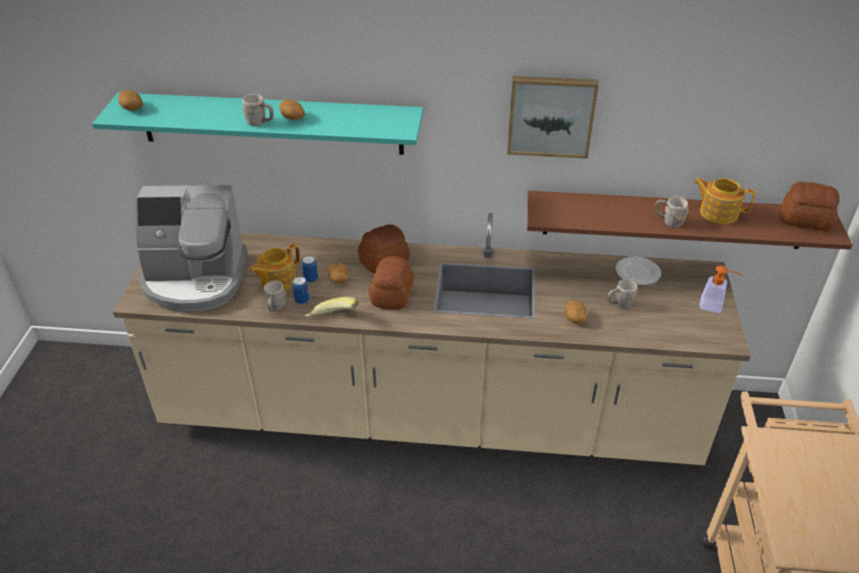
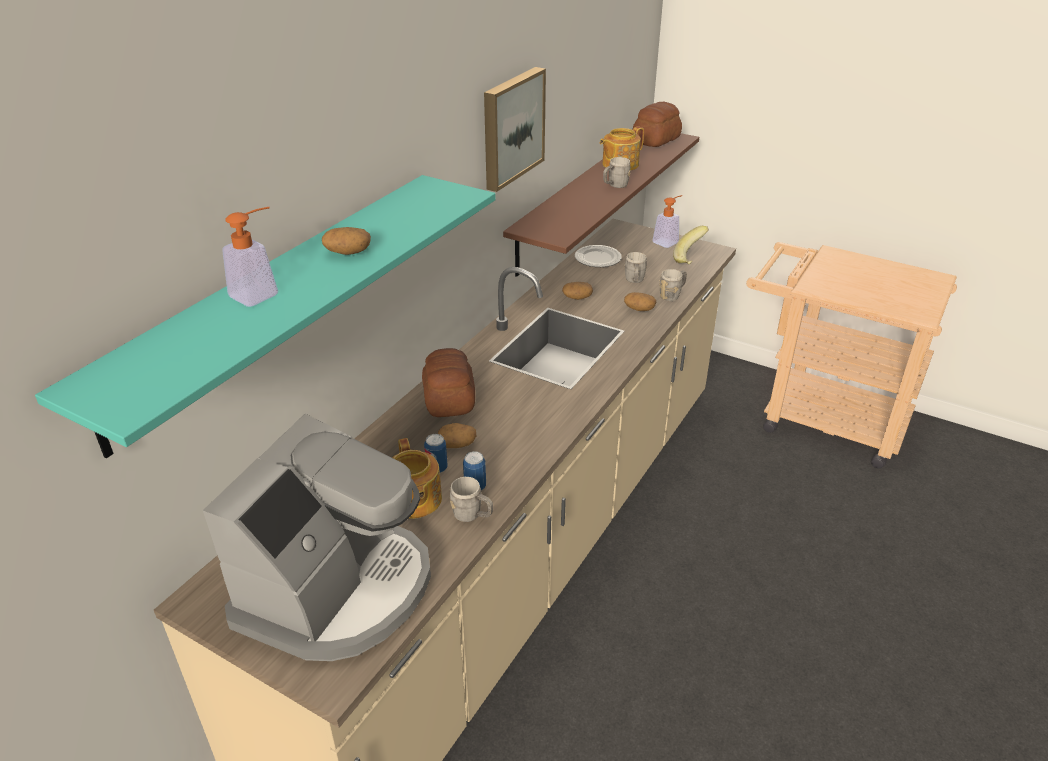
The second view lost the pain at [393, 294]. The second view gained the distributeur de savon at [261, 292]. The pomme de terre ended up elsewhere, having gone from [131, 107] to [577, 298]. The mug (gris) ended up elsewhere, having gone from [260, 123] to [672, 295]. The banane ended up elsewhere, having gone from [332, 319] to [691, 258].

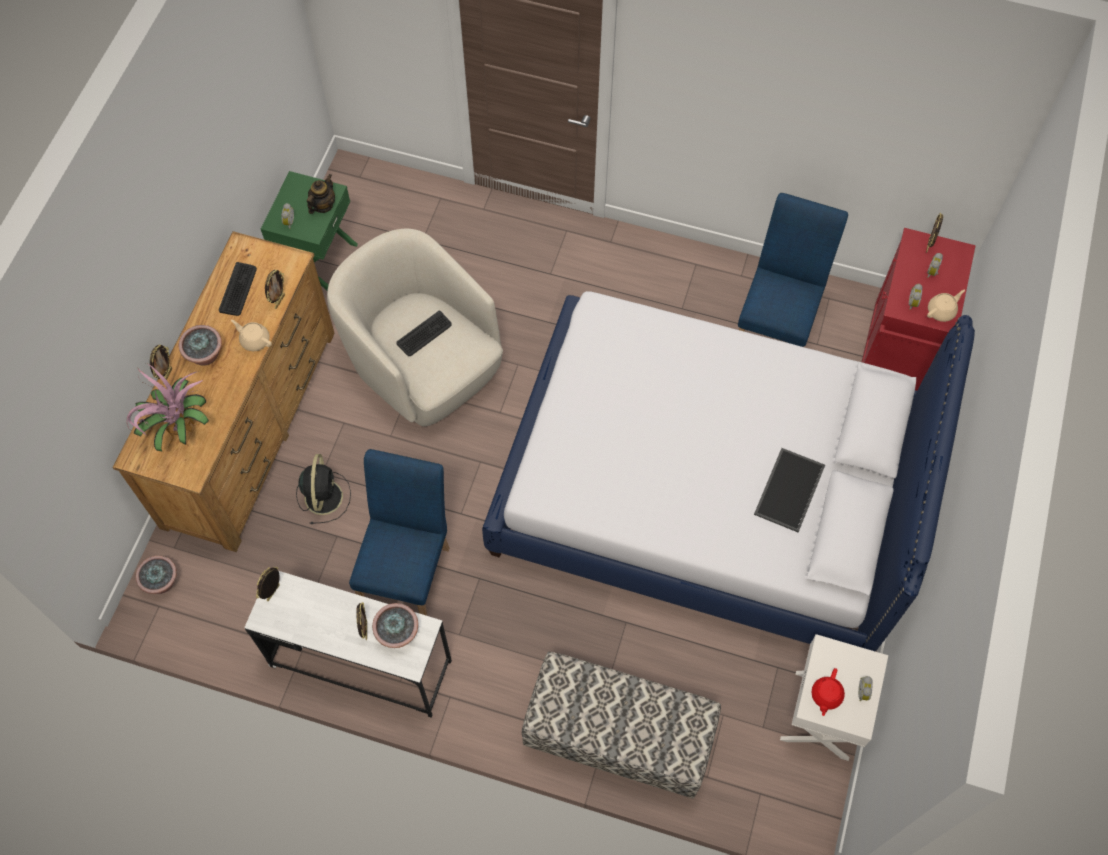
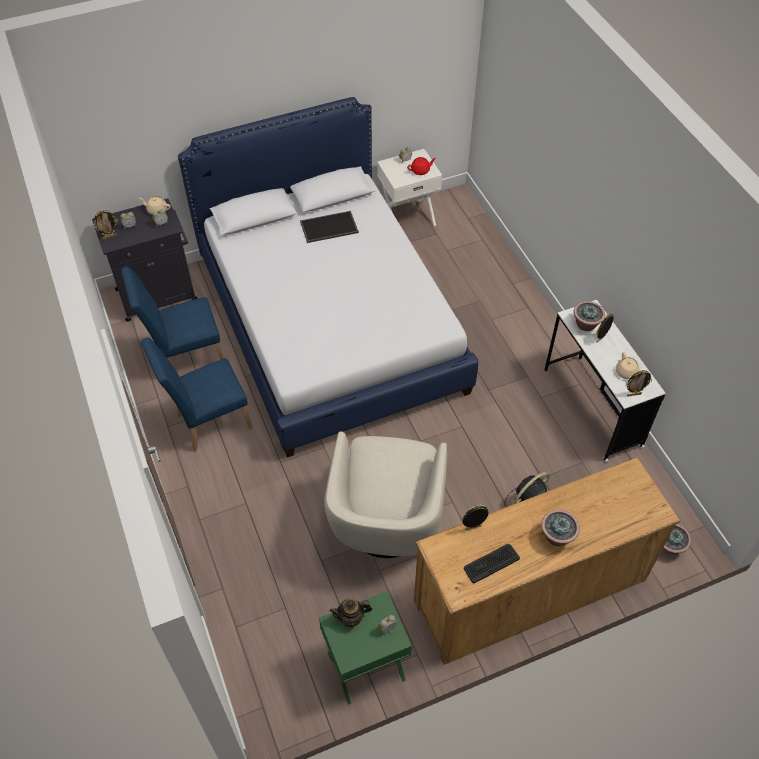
The second view lost the plante en pot at [179, 429]. The second view lost the cadre photo at [167, 375]. The second view lost the clavier at [424, 334]. The second view lost the banc at [617, 737]. The théière (beige) ended up elsewhere, having gone from [255, 340] to [626, 373]. The chaise (bleu) ended up elsewhere, having gone from [409, 570] to [208, 423]. What was the meuble de rangement (rouge) at [895, 354] turned into the meuble de rangement (noir) at [158, 294].

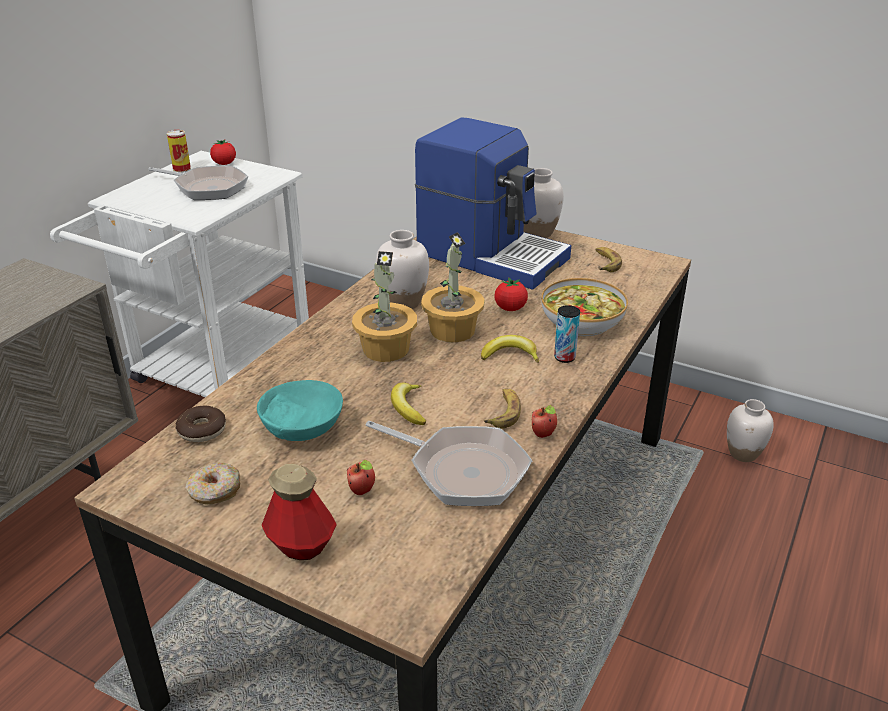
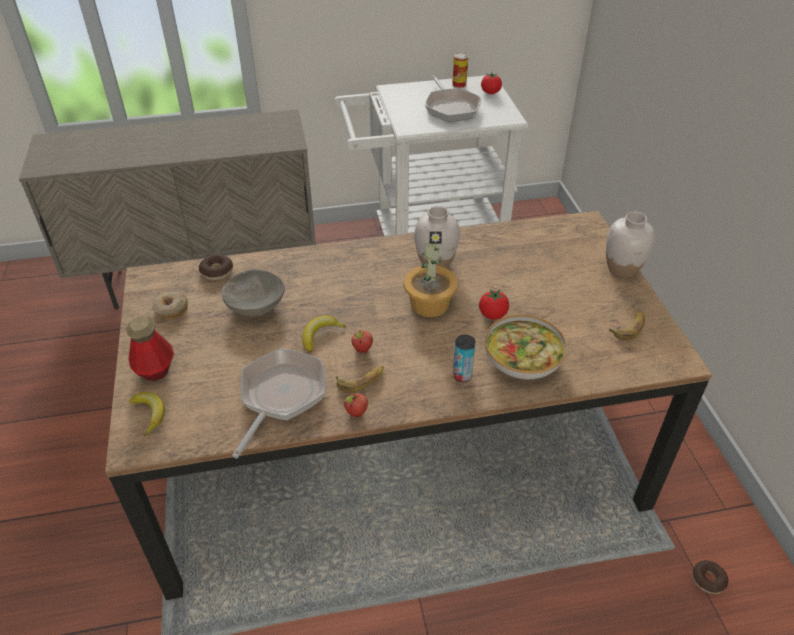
The second view lost the plante en pot at [386, 348]. The second view lost the machine à café at [492, 255]. The pomme ended up elsewhere, having gone from [362, 491] to [362, 350]. The banane ended up elsewhere, having gone from [510, 355] to [150, 414]. Where the vase (blanc) stood at [743, 454], the beignet came to stand at [708, 579]. What was the bol (turquoise) at [303, 429] turned into the bol (gris) at [255, 307]. The poêle at [462, 470] ended up facing another way, 150 degrees counterclockwise from before.

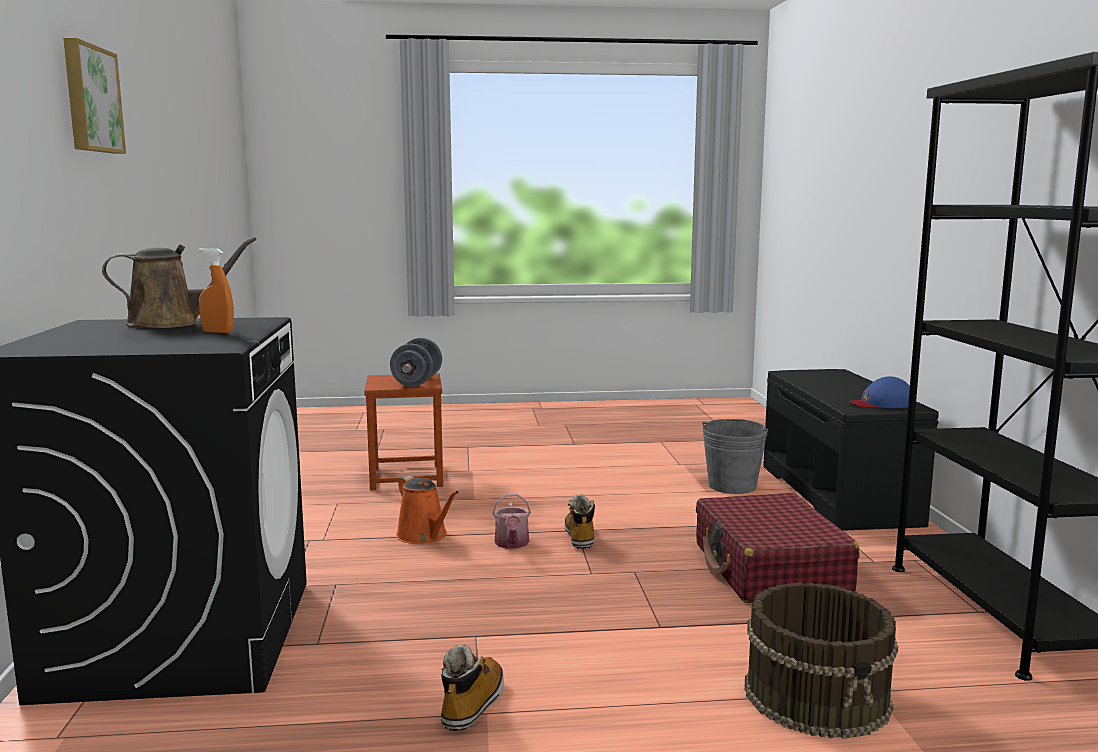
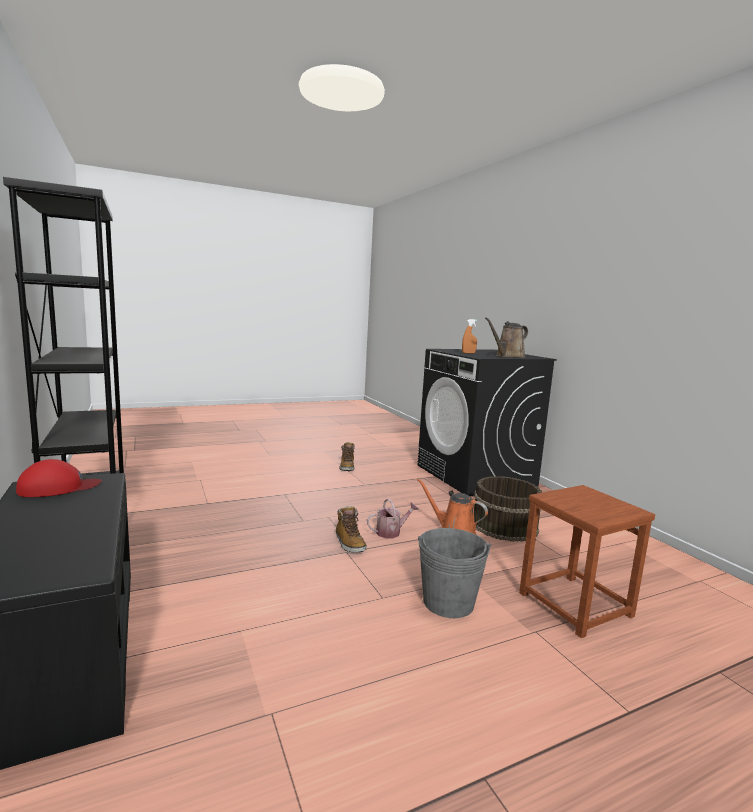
The second view lost the tableau at [90, 99]. The second view lost the haltère (gris) at [417, 382]. The second view lost the valise (rouge) at [770, 569]. The seau (gris) ended up elsewhere, having gone from [732, 486] to [448, 602]. The seau (marron) ended up elsewhere, having gone from [818, 695] to [503, 526]. What was the casquette (bleu) at [882, 403] turned into the casquette (rouge) at [58, 487]. The arrosoir at [512, 544] ended up facing another way, 90 degrees clockwise from before.

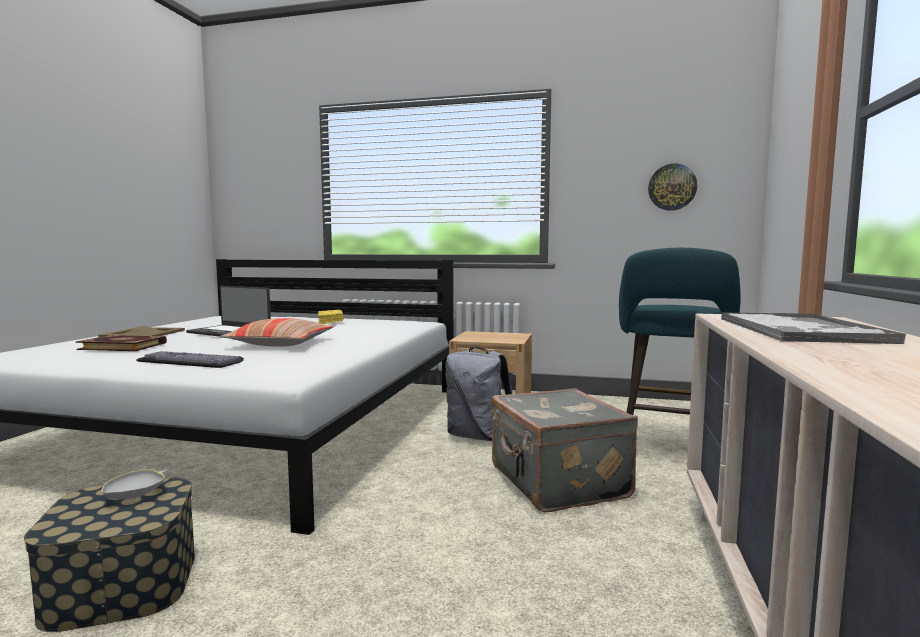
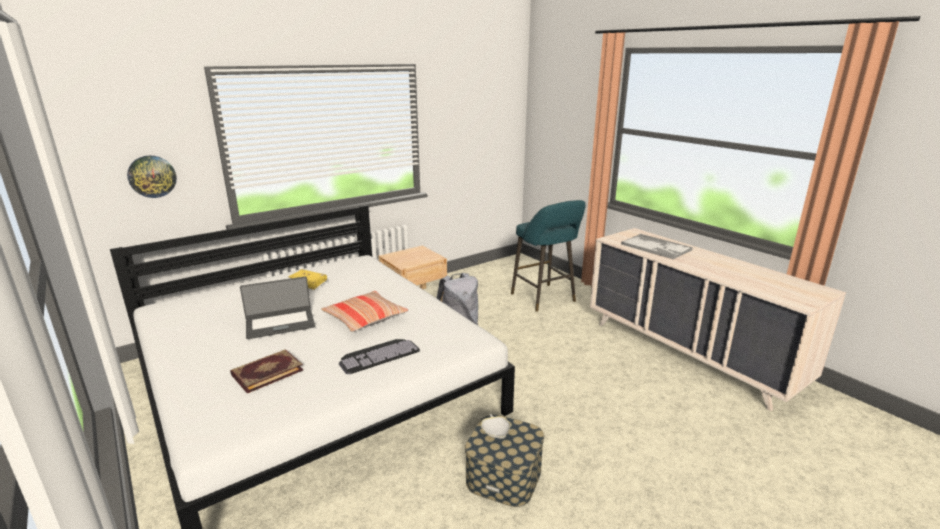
The second view lost the plateau (beige) at [143, 334]. The second view lost the valise (gris) at [556, 483]. The horloge murale ended up elsewhere, having gone from [672, 187] to [152, 176].

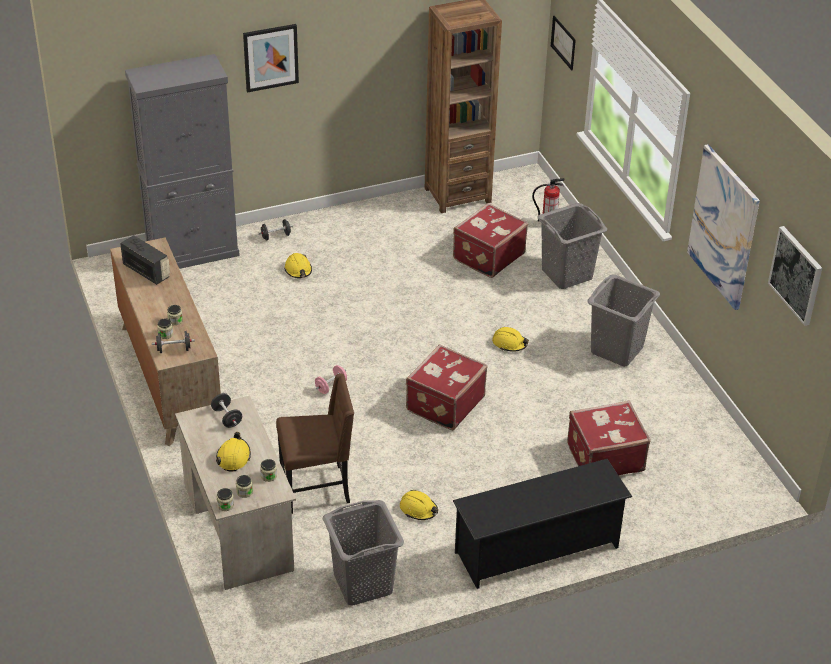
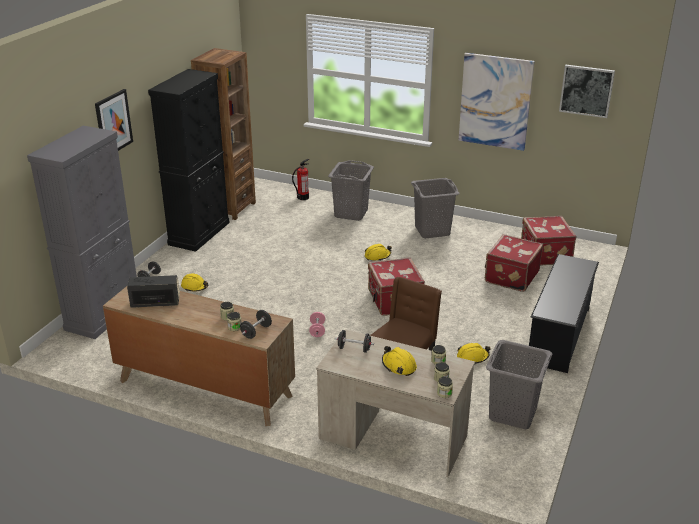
The second view lost the tableau at [563, 42]. The second view gained the meuble de rangement (noir) at [199, 233]. The valise (rouge) ended up elsewhere, having gone from [487, 256] to [544, 254].

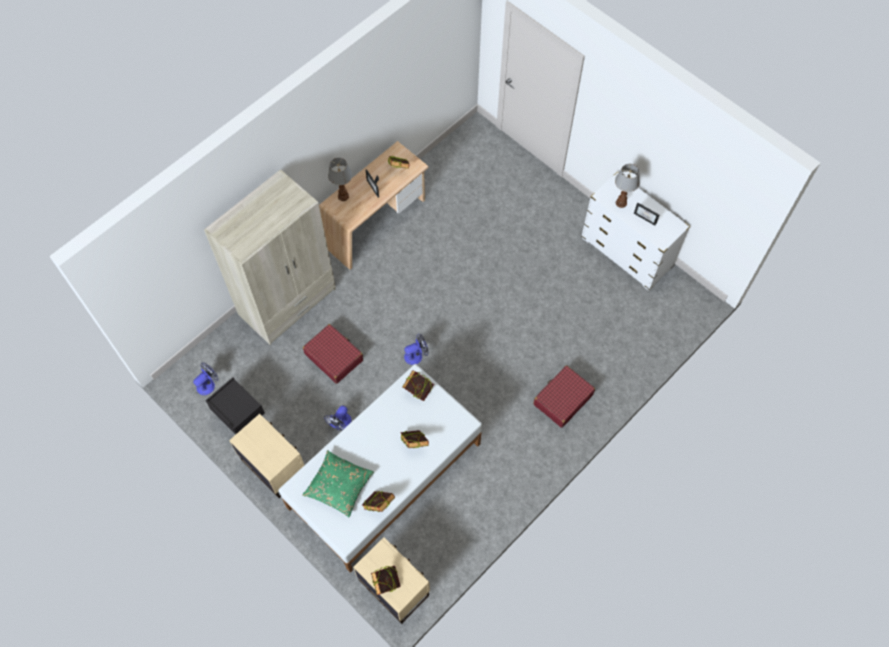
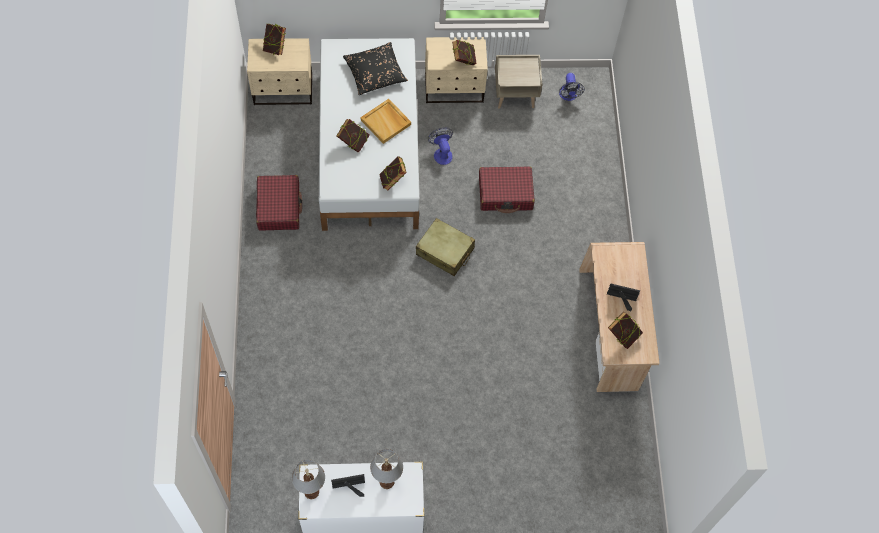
The second view lost the armoire (beige) at [288, 302]. The second view gained the plateau (beige) at [386, 122]. The lampe de table ended up elsewhere, having gone from [343, 196] to [312, 492]. The livre ended up elsewhere, having gone from [379, 505] to [463, 60]. The valise (rouge) ended up elsewhere, having gone from [562, 400] to [279, 207]. Where the ventilateur stood at [416, 355], the valise (beige) came to stand at [445, 251]. What was the table de chevet (noir) at [240, 419] turned into the table de chevet (beige) at [515, 95]. What was the coussin (vert) at [339, 486] turned into the coussin (noir) at [375, 73].

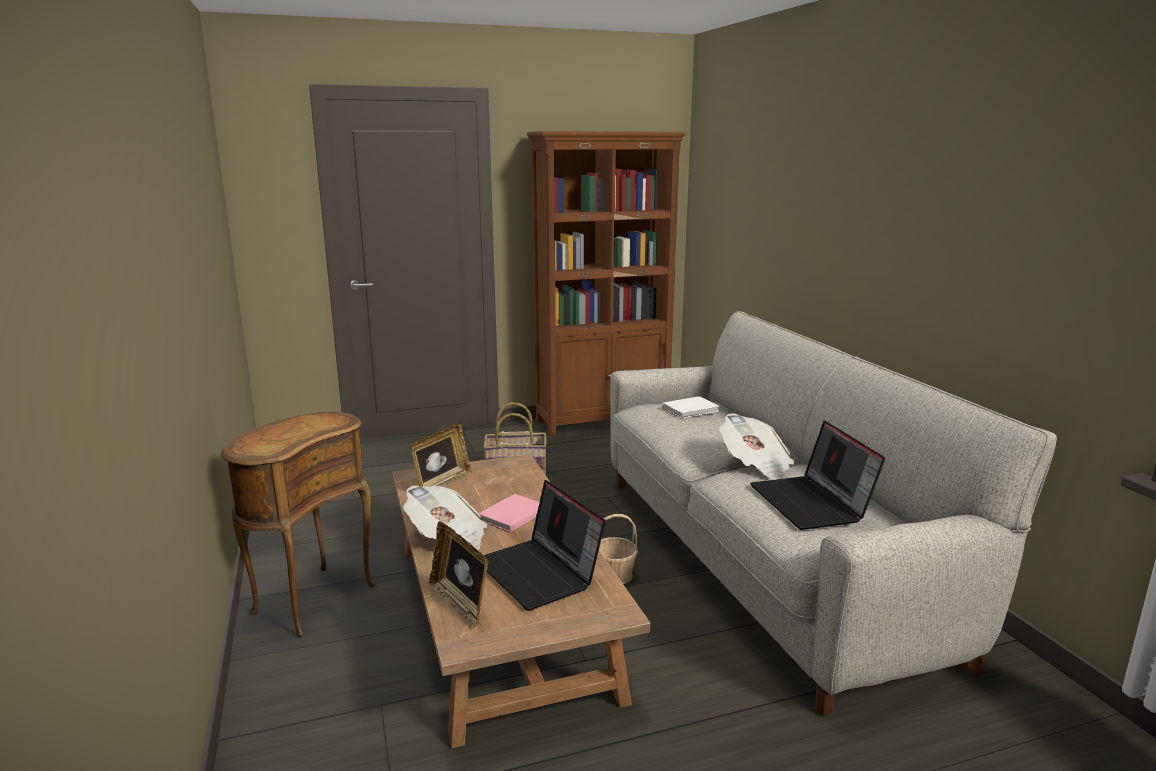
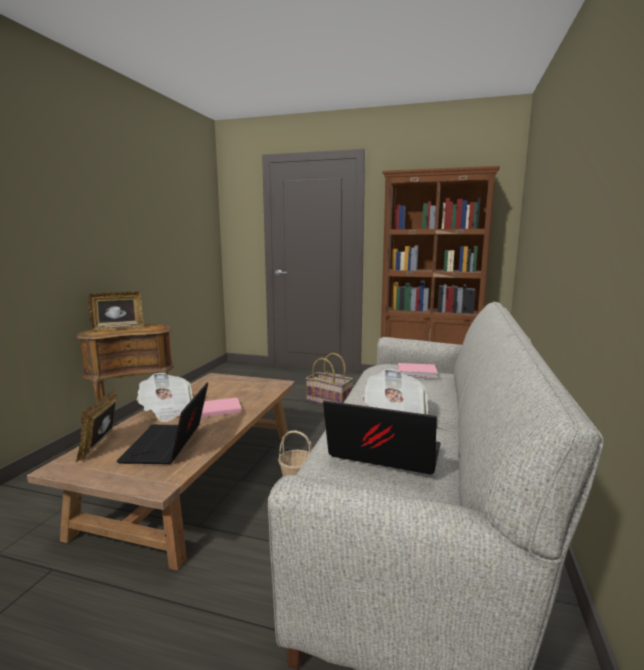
The cadre photo ended up elsewhere, having gone from [442, 483] to [118, 328]. What was the livre (blanc) at [692, 409] turned into the livre (rose) at [418, 372]. The ordinateur portable at [812, 503] ended up facing another way, 90 degrees clockwise from before.

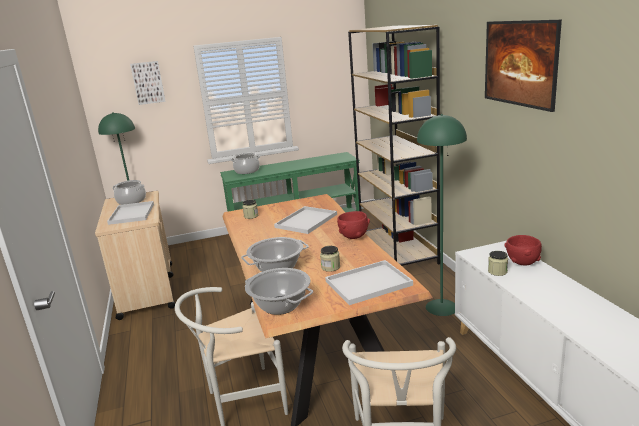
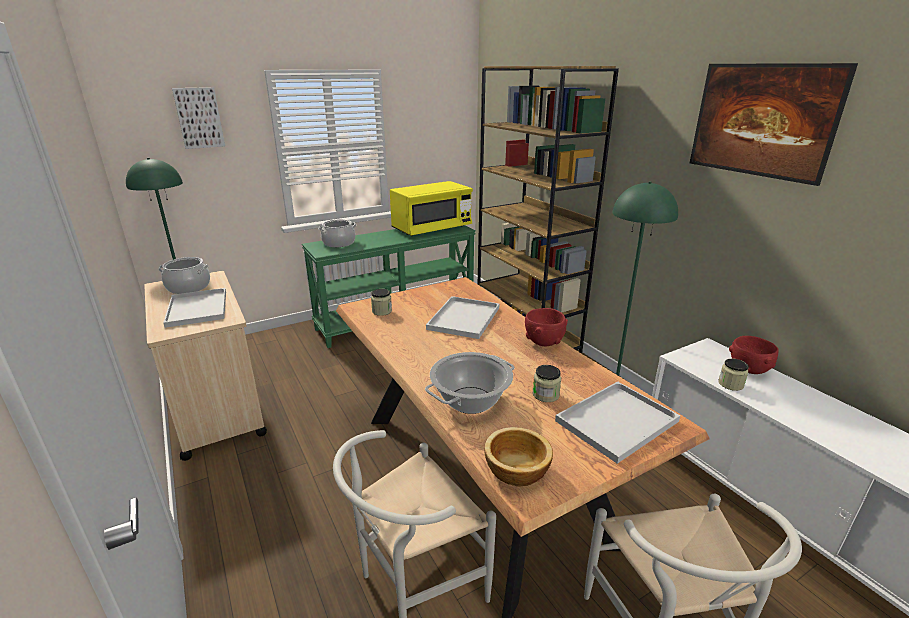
The second view gained the micro-ondes (jaune) at [432, 229]. Where the marmite stood at [280, 305], the bol came to stand at [515, 471].

